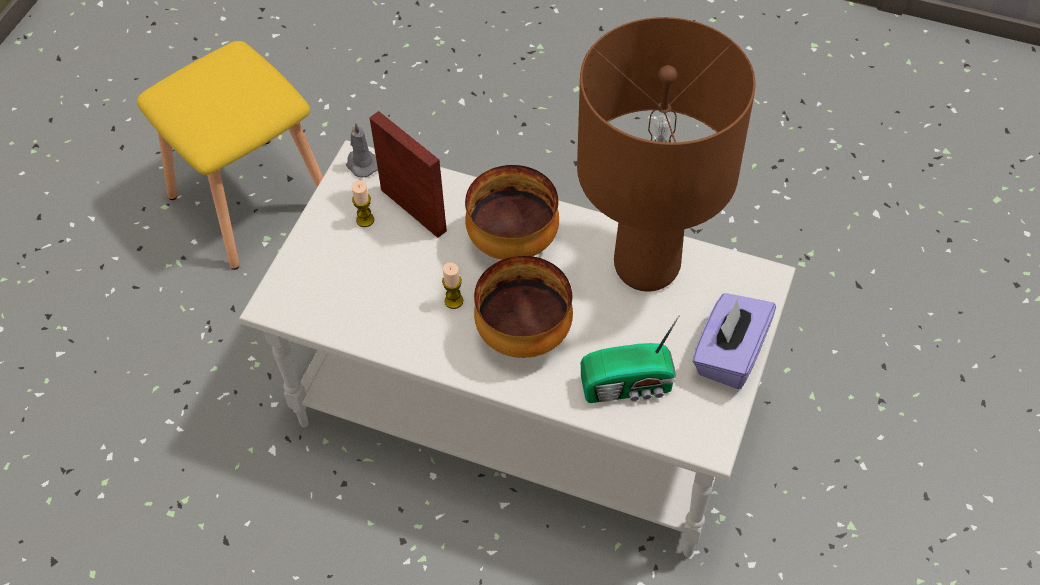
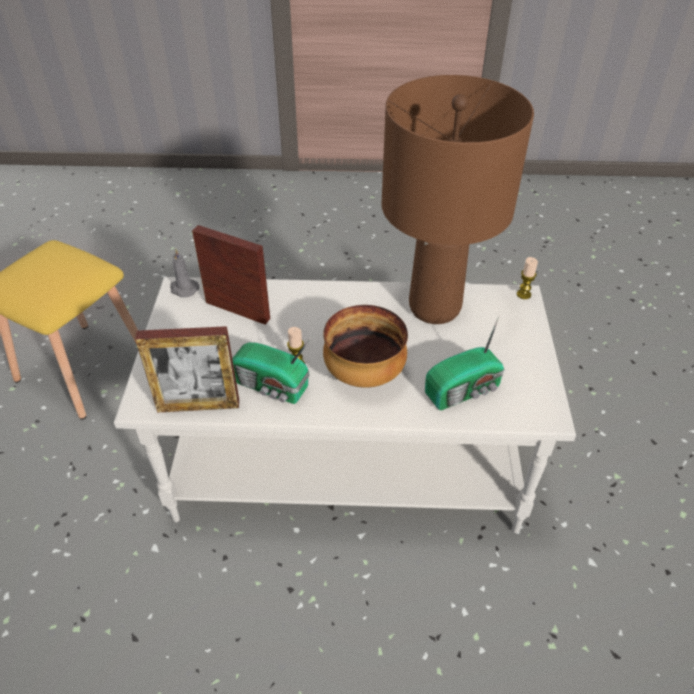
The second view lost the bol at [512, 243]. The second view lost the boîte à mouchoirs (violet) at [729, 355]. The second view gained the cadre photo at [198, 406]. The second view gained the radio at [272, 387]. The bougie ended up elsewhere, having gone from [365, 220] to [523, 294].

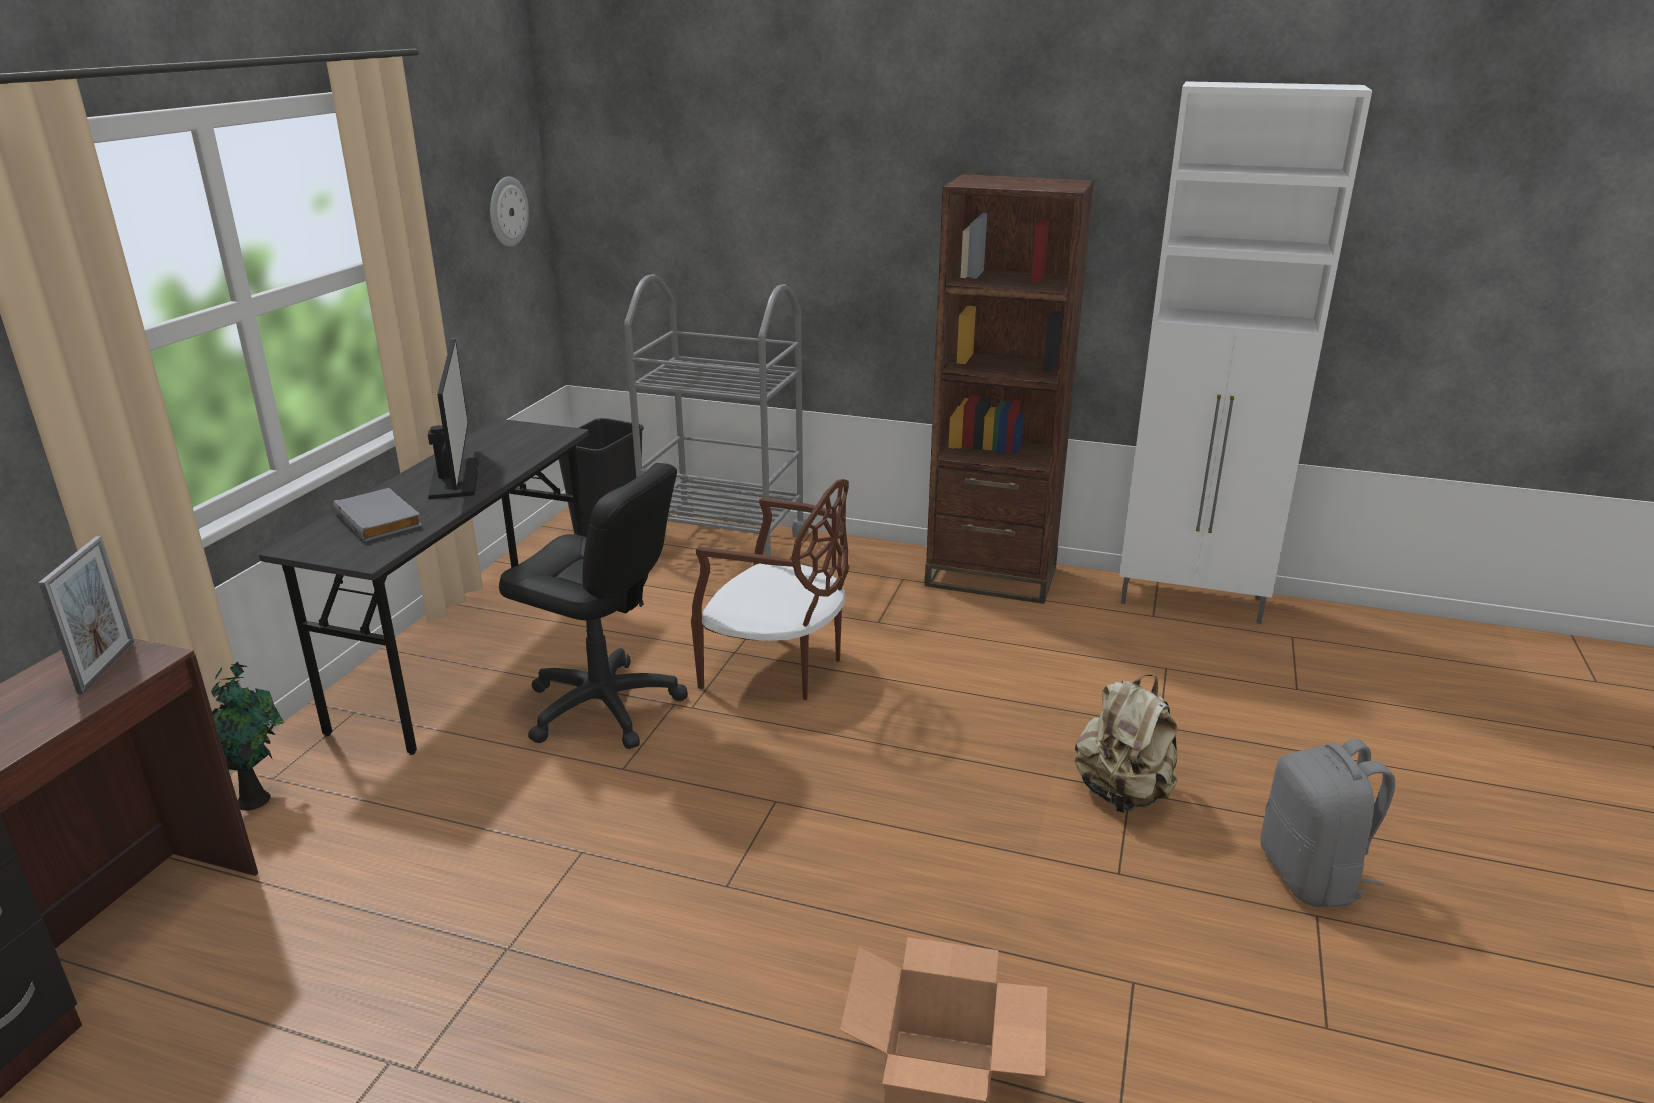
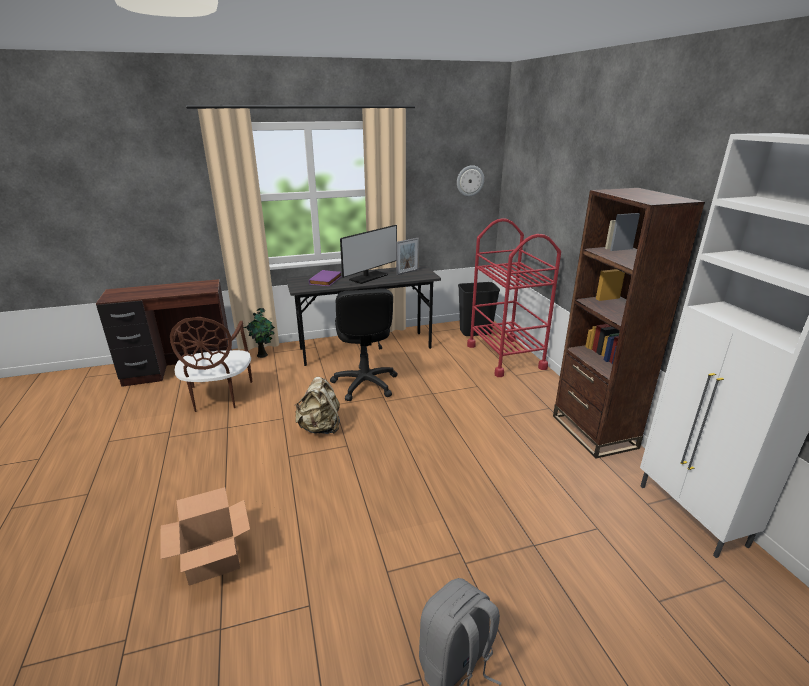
The cadre photo ended up elsewhere, having gone from [107, 666] to [407, 272]. The chaise (marron) ended up elsewhere, having gone from [777, 669] to [218, 397]. The sac à dos (beige) ended up elsewhere, having gone from [1123, 794] to [320, 428]. What was the livre (gris) at [380, 519] turned into the livre (violet) at [326, 280]. What was the chariot (gris) at [724, 544] turned into the chariot (rouge) at [505, 356].

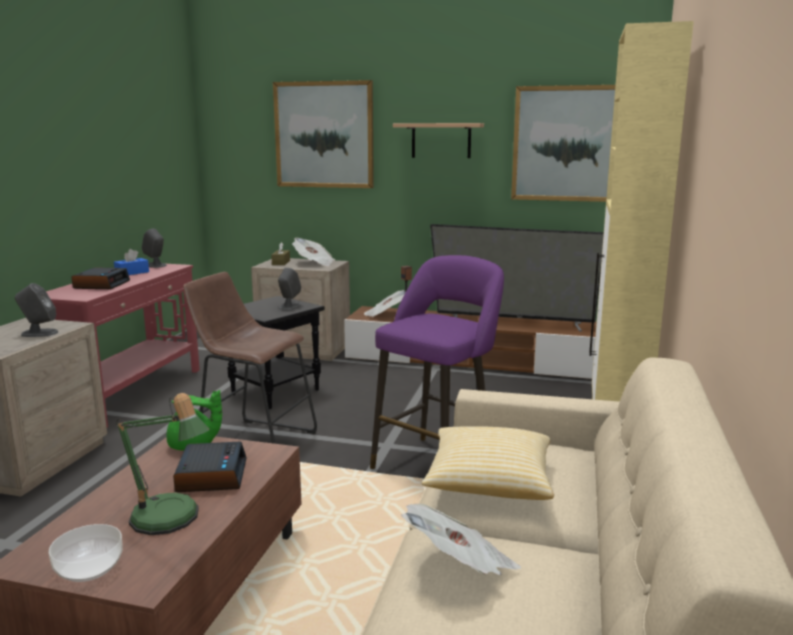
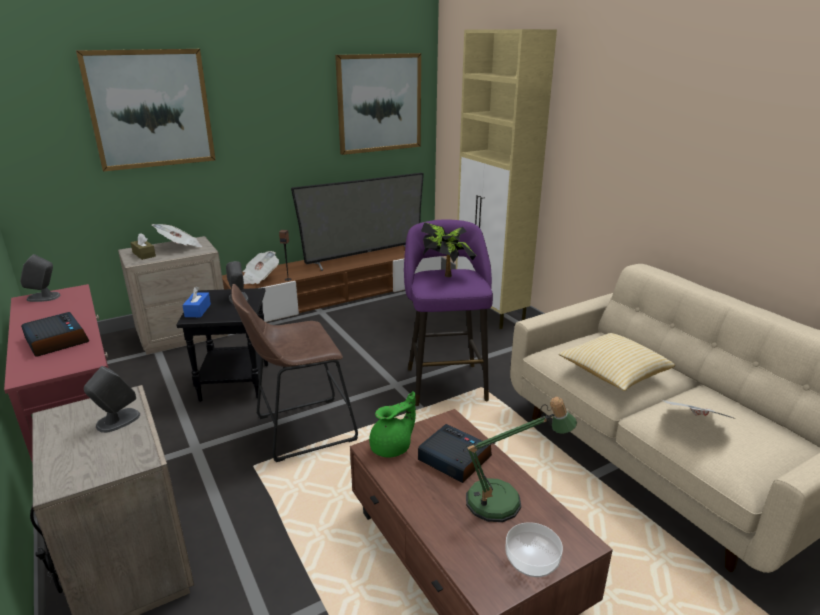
The second view lost the étagère at [441, 140]. The second view gained the plante en pot at [446, 273]. The boîte à mouchoirs (bleu) ended up elsewhere, having gone from [132, 273] to [198, 310].

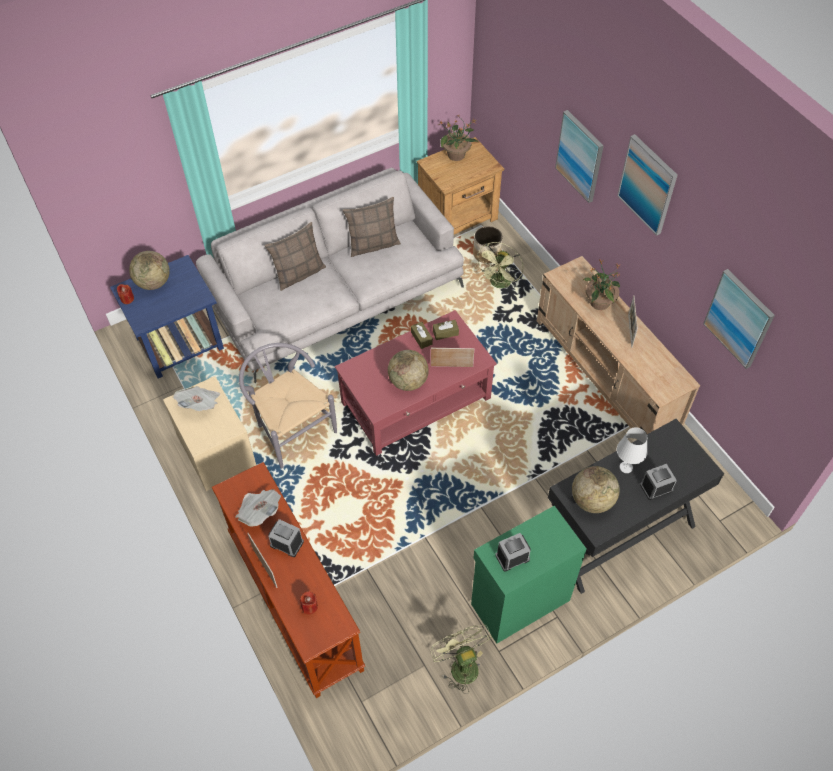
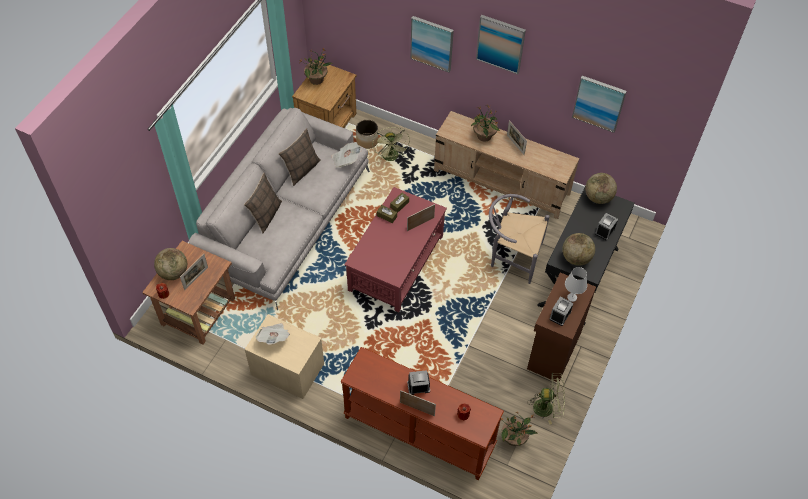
The second view gained the cadre photo at [196, 278]. The second view gained the plante en pot at [514, 438]. The journal ended up elsewhere, having gone from [259, 512] to [346, 160]. The chaise (gris) ended up elsewhere, having gone from [290, 428] to [511, 257]. The globe ended up elsewhere, having gone from [408, 381] to [598, 197]. The lampe de table (blanc) ended up elsewhere, having gone from [625, 467] to [572, 297]. What was the table d'appoint (bleu) at [180, 342] turned into the table d'appoint (marron) at [198, 310]. What was the meuble de rangement (vert) at [519, 601] turned into the meuble de rangement (marron) at [553, 350]. The ventilateur (vert) at [460, 665] ended up facing another way, 150 degrees clockwise from before.

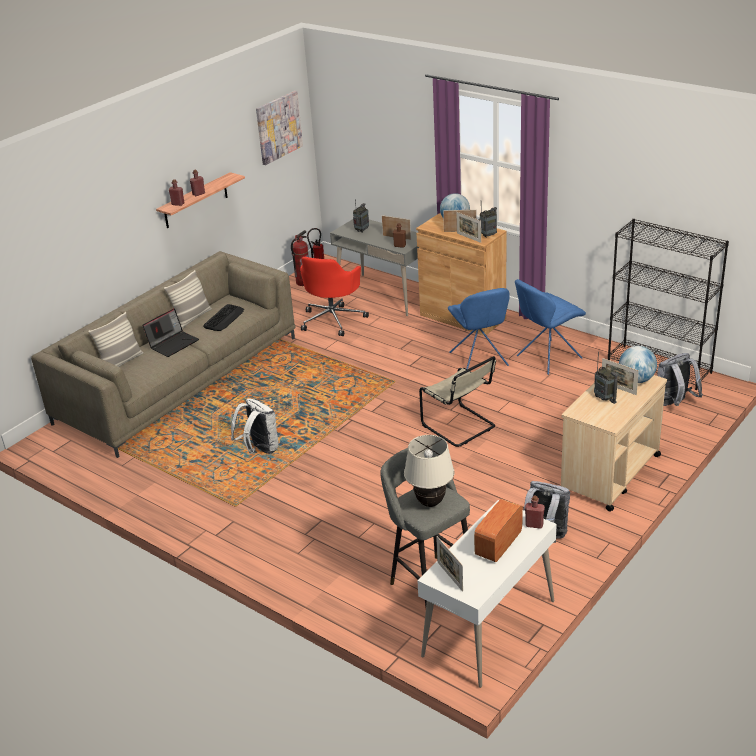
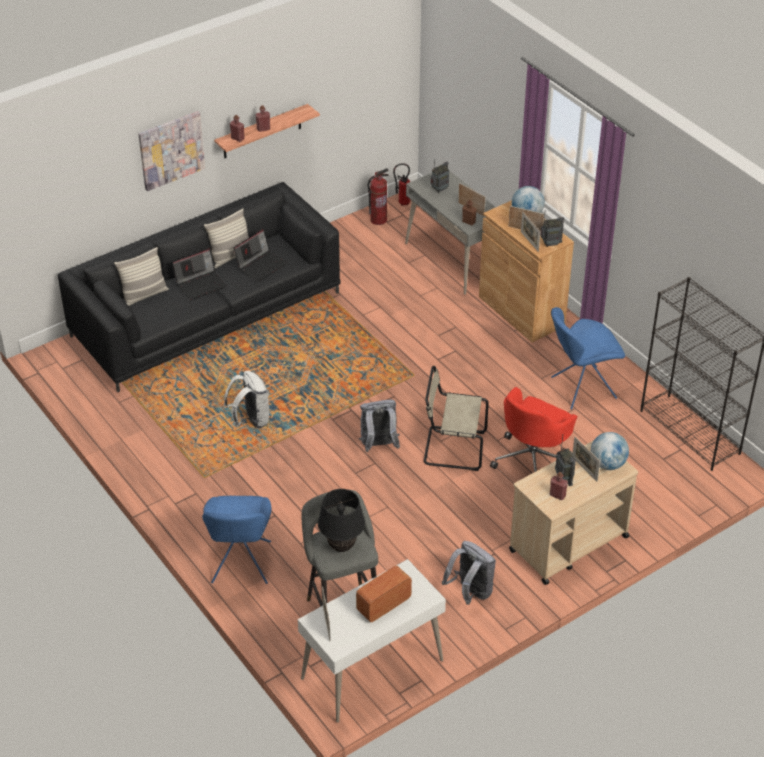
The tableau ended up elsewhere, having gone from [278, 127] to [171, 150]. The chaise de bureau (rouge) ended up elsewhere, having gone from [333, 319] to [533, 459]. The chaise (bleu) ended up elsewhere, having gone from [479, 360] to [241, 564]. The bouteille (rouge) ended up elsewhere, having gone from [534, 525] to [557, 495]. The sac à dos (gris) ended up elsewhere, having gone from [674, 404] to [378, 446]. Where the clavier stood at [224, 318], the ordinateur portable came to stand at [261, 265]. What was the canapé (beige) at [179, 379] turned into the canapé (noir) at [207, 314]. What was the lampe de table (beige) at [430, 503] turned into the lampe de table (noir) at [341, 547]. The chaise (beige) at [460, 427] ended up facing another way, 120 degrees clockwise from before.

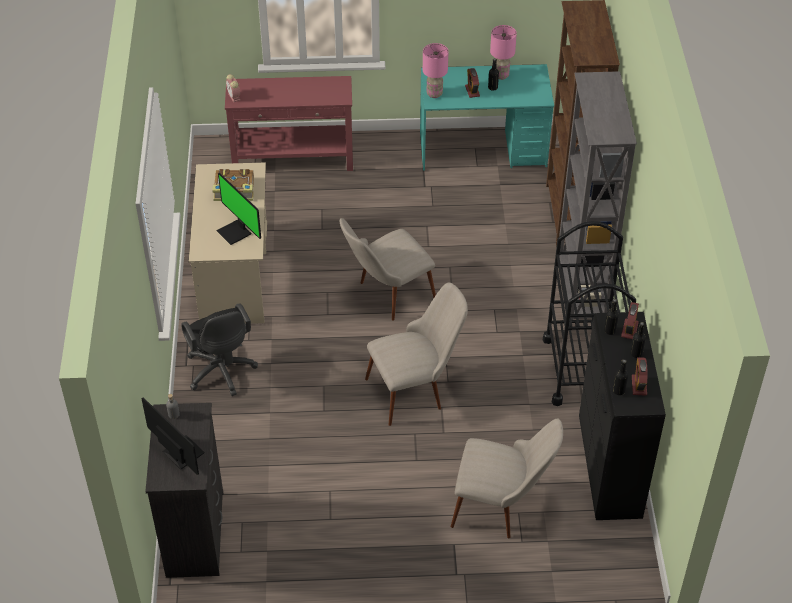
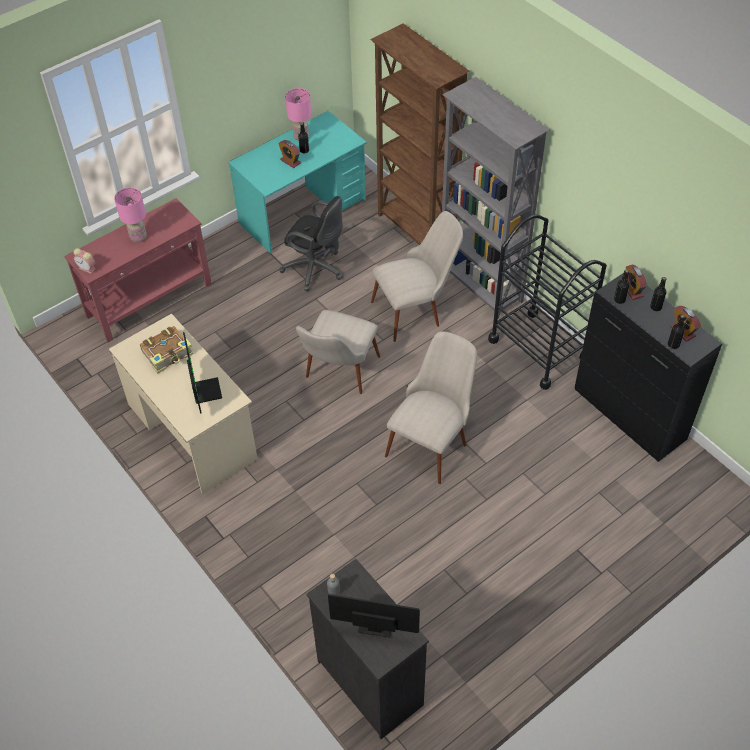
The chaise de bureau (noir) ended up elsewhere, having gone from [222, 373] to [316, 269]. The lampe de table (rose) ended up elsewhere, having gone from [434, 94] to [138, 237]. The chaise (beige) ended up elsewhere, having gone from [501, 507] to [416, 310]. The écran d'ordinateur at [235, 232] ended up facing another way, 120 degrees counterclockwise from before.

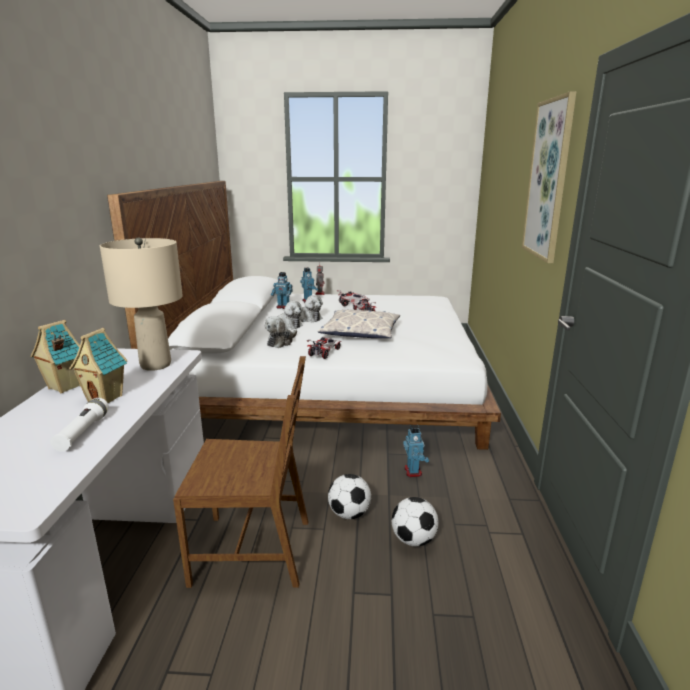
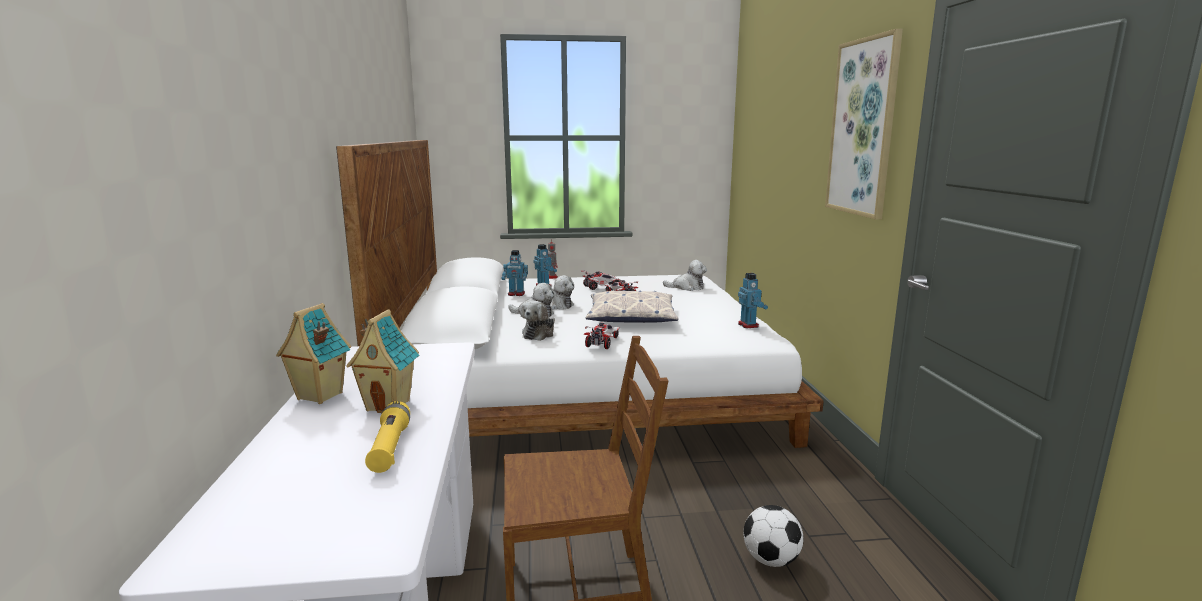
The second view lost the lampe de table (beige) at [155, 365]. The second view lost the ballon de foot at [349, 514]. The second view gained the peluche at [687, 287]. The robot jouet ended up elsewhere, having gone from [413, 471] to [748, 325]. What was the lampe de poche (blanc) at [83, 432] turned into the lampe de poche (jaune) at [390, 448].

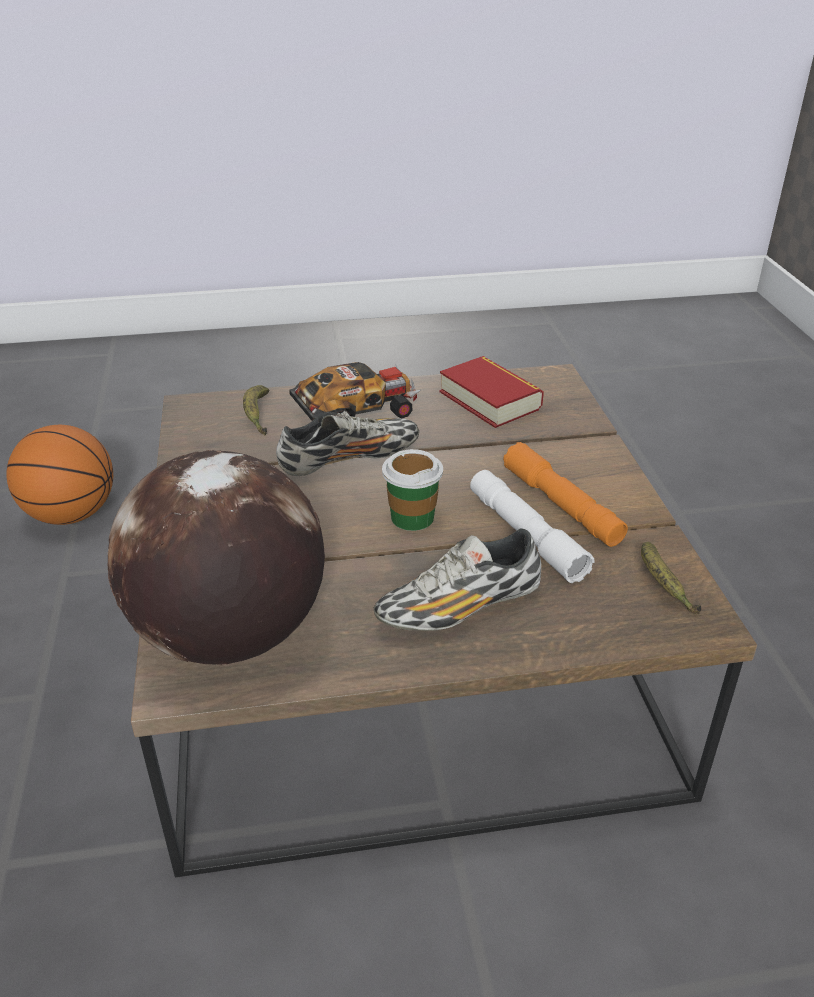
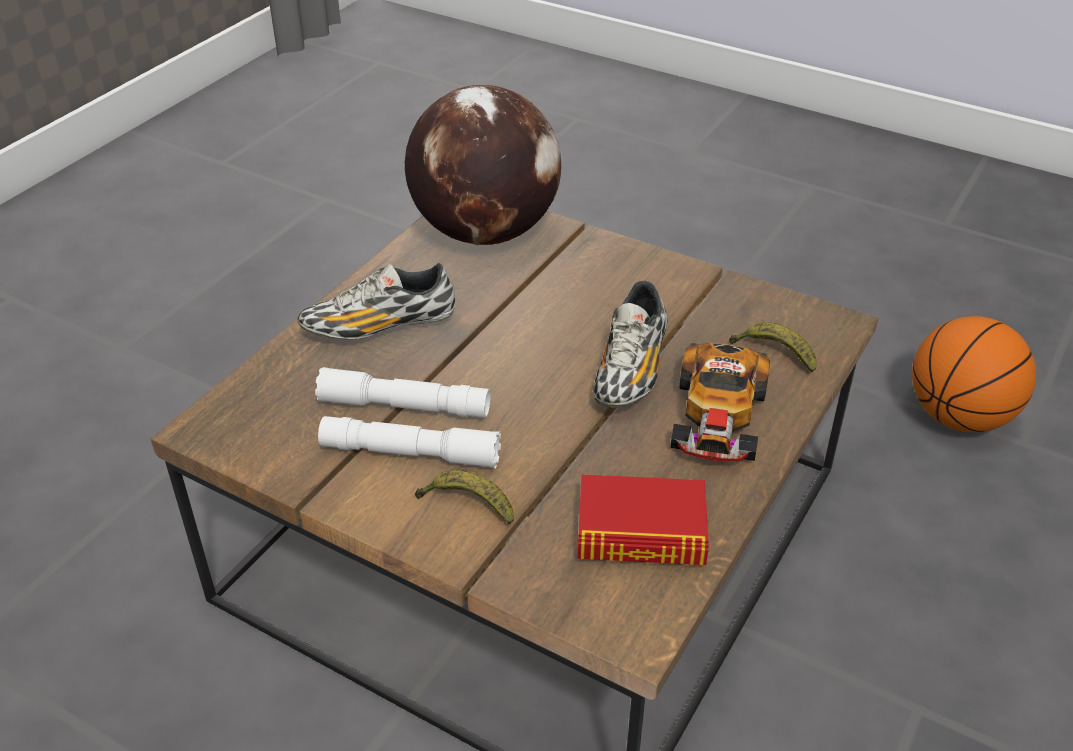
The second view lost the tasse at [412, 517]. The banane ended up elsewhere, having gone from [661, 585] to [467, 504]. What was the lampe de poche (orange) at [561, 505] turned into the lampe de poche (blanc) at [410, 453]. The chaussure at [459, 608] ended up facing another way, 120 degrees counterclockwise from before.

